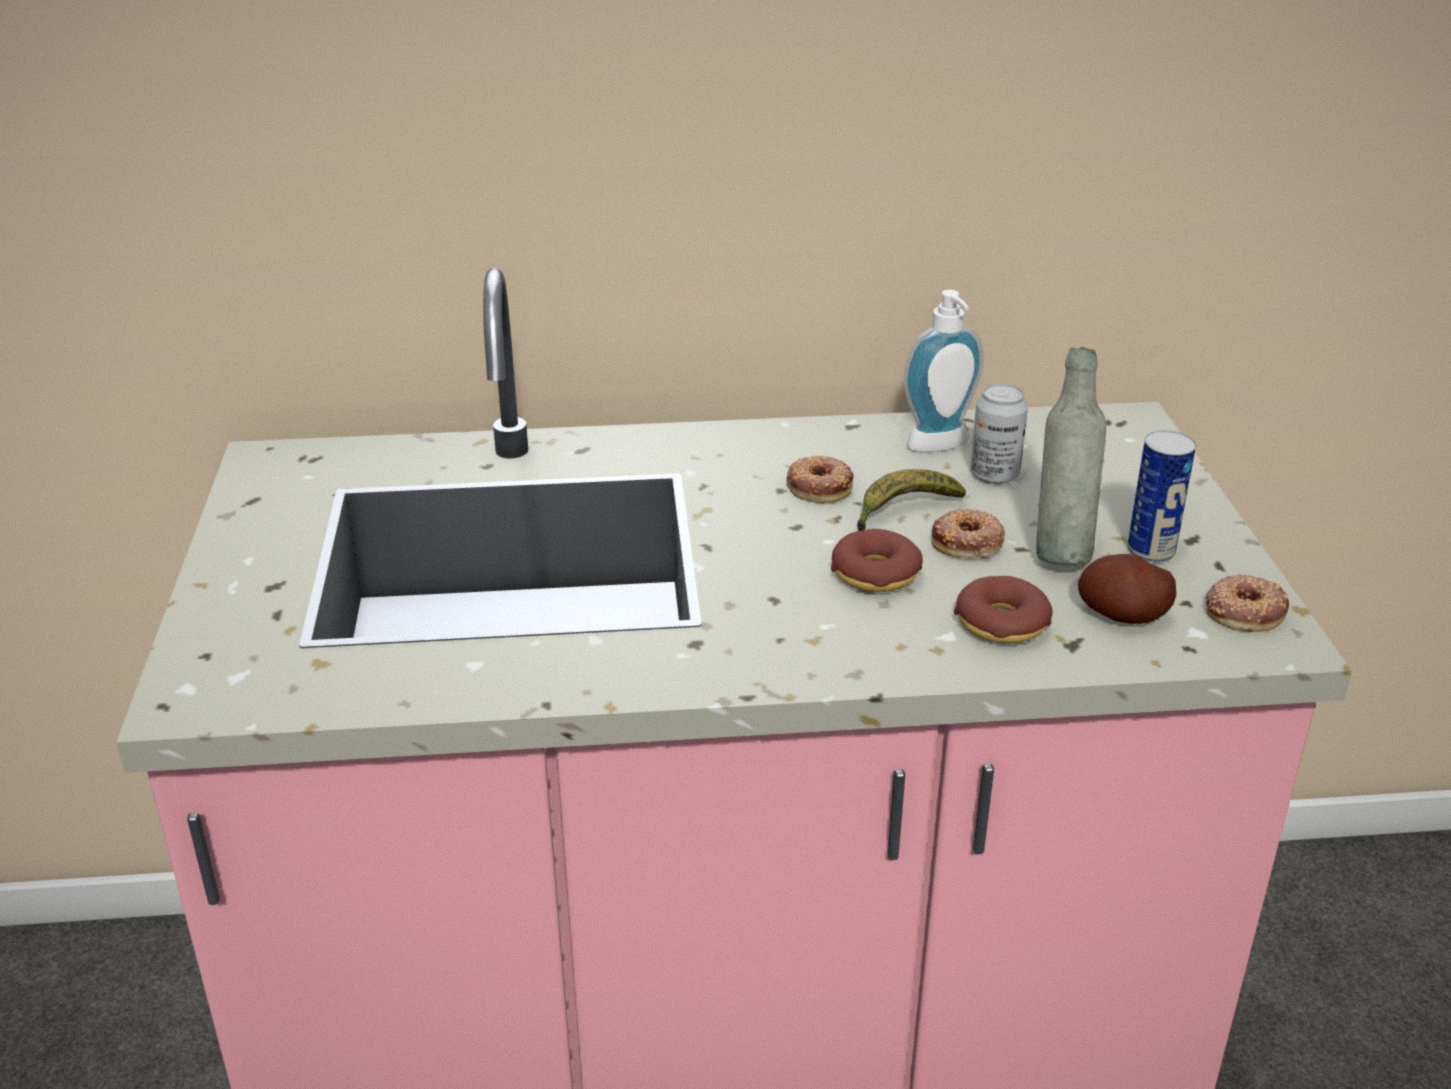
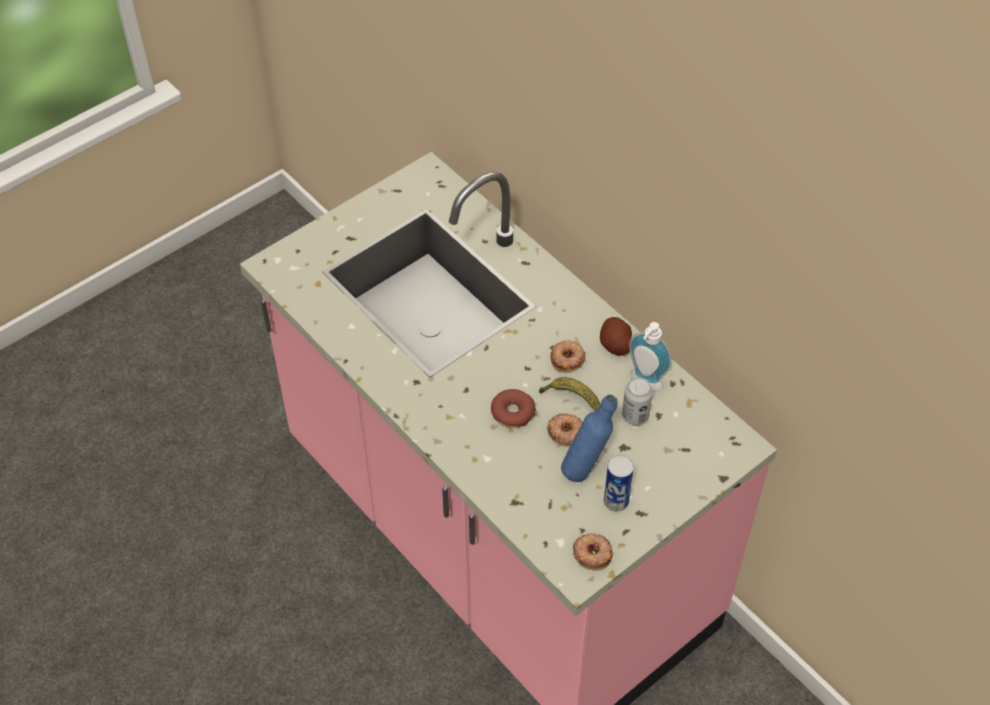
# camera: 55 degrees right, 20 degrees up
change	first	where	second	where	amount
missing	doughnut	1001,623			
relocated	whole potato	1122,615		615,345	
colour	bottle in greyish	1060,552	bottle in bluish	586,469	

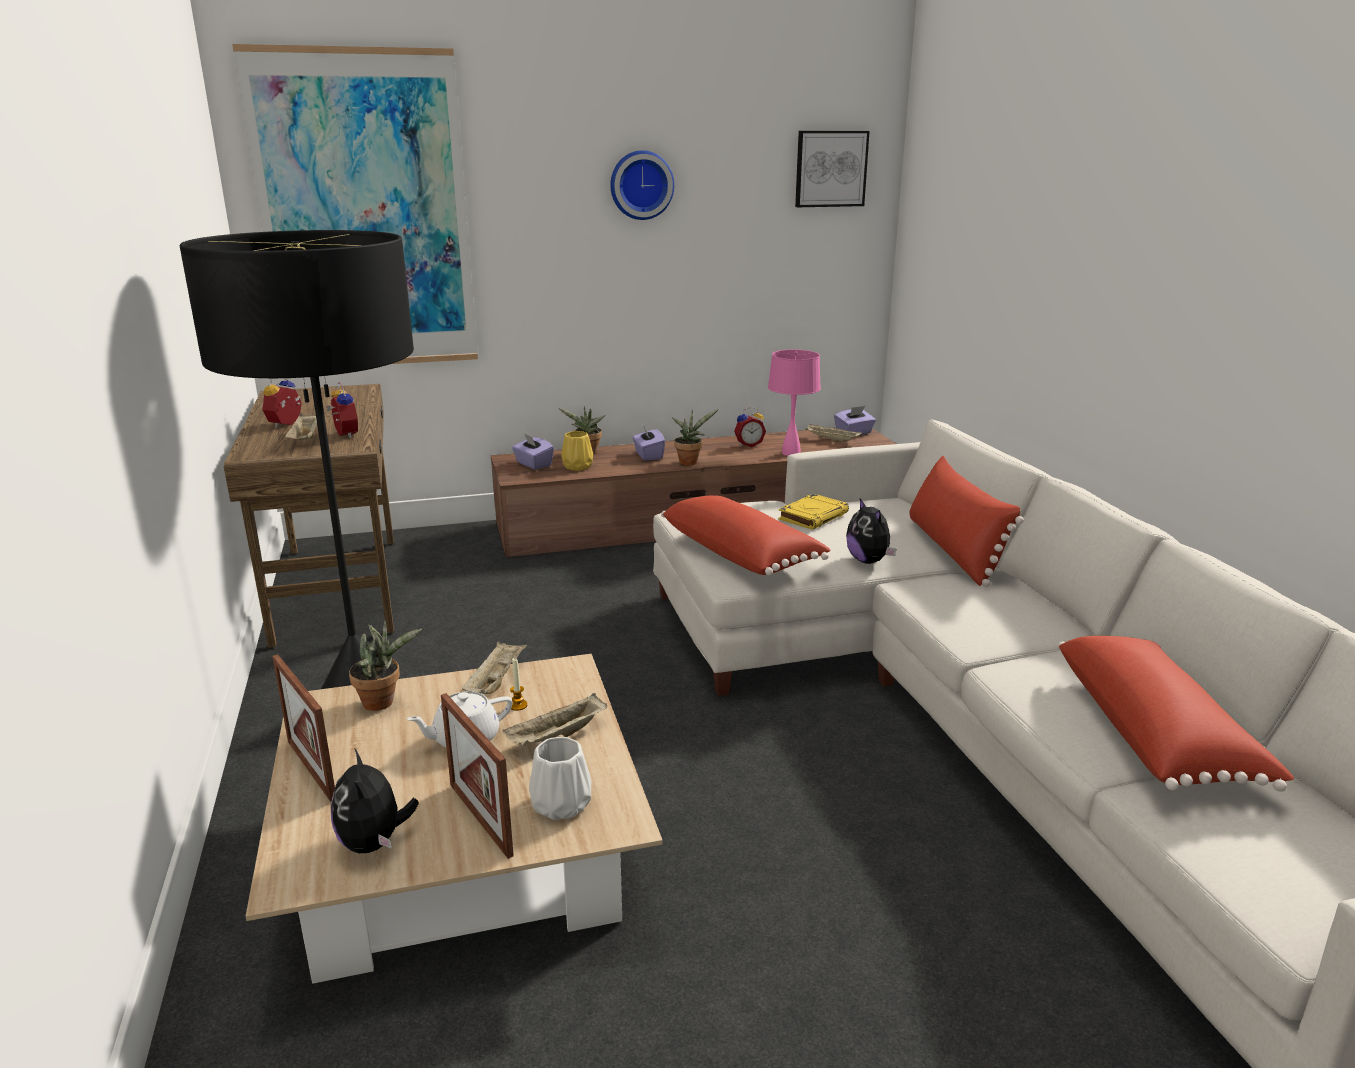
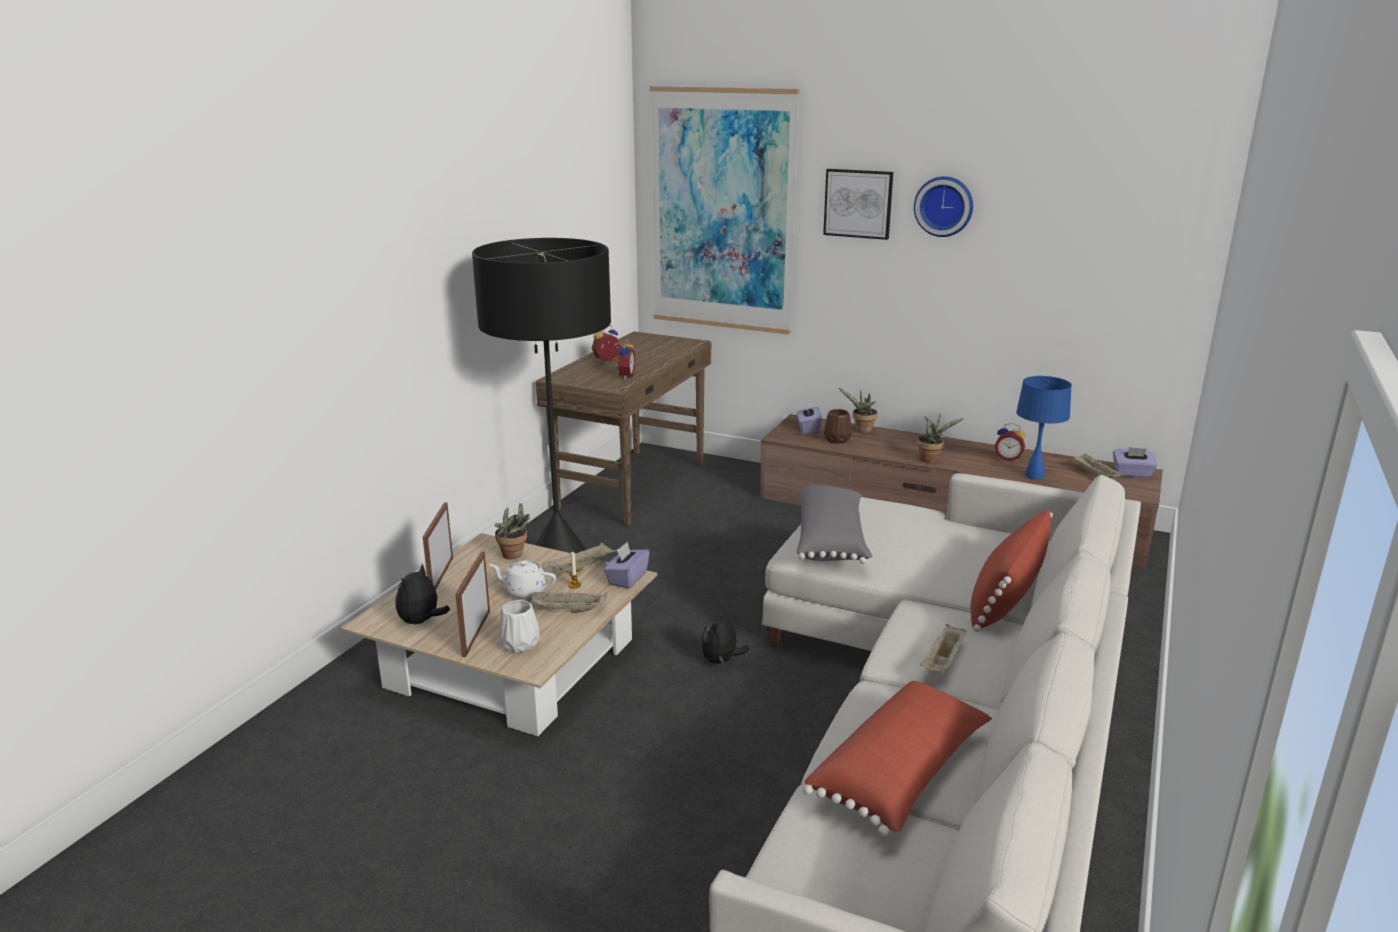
# camera: 40 degrees right, 0 degrees up
change	first	where	second	where	amount
missing	book in yellowish	813,516			
relocated	tray in sand-coloured	306,440		943,662	
relocated	tissue holder in purple	648,455		627,578	
relocated	wall picture	830,169		858,203	
relocated	soft toy	869,561		721,661	
colour	decorative vase in yellowish	578,467	decorative vase in brownish	837,440	
colour	pillow in red-coloured	741,554	pillow in greyish	831,541	
colour	table lamp in pinkish	790,453	table lamp in bluish	1034,476	

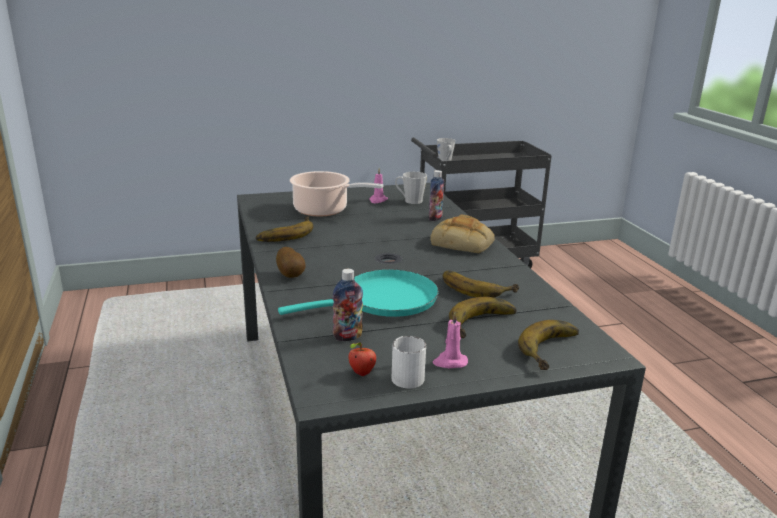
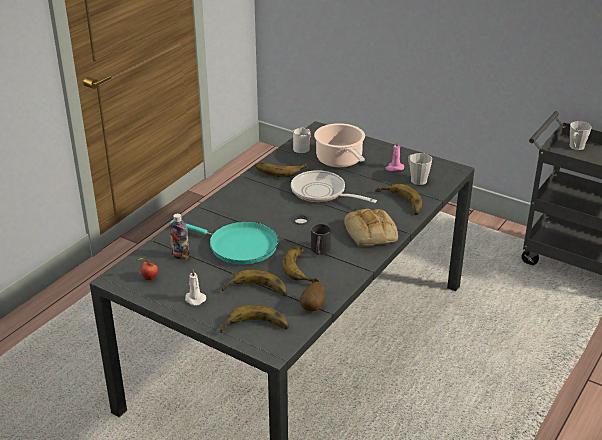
# camera: 50 degrees right, 10 degrees up
change	first	where	second	where	amount
appeared			skillet	322,193	
appeared			coffee mug in black-coloured	319,251	
relocated	whole potato	291,275		313,307	
relocated	coffee mug in white-coloured	405,374		303,147	
exchanged	bottle	435,218	banana fruit	399,203	
colour	candle in pinkish	449,362	candle in white-coloured	194,299	

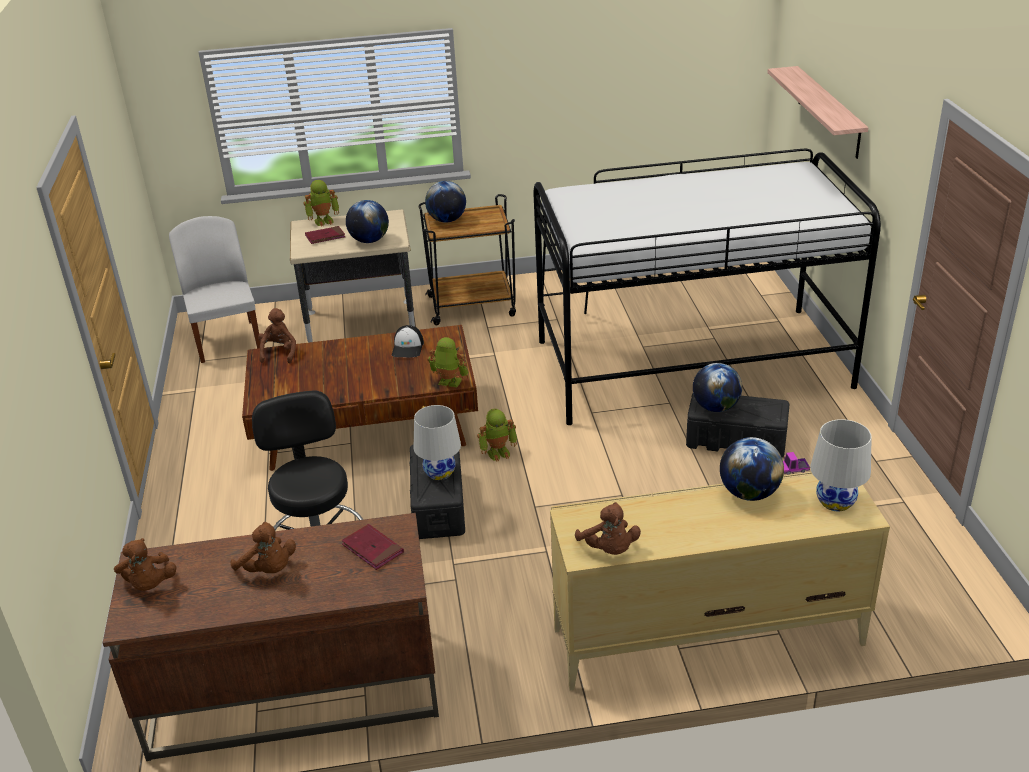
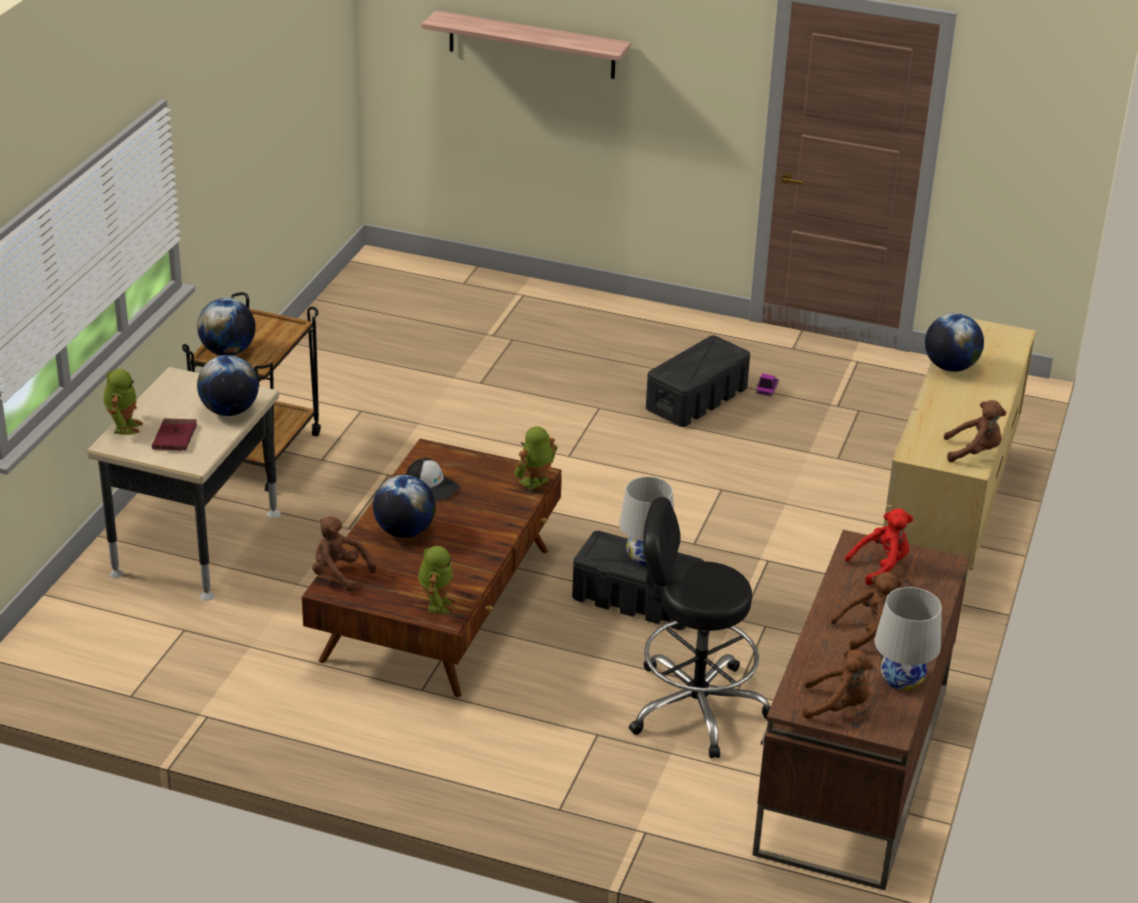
# camera: 65 degrees left, 0 degrees up
change	first	where	second	where	amount
missing	plain chair in white-coloured	227,340			
missing	bedroom bed in black-coloured	686,362			
relocated	toy robot	498,452		437,604	
relocated	world globe	716,407		404,531	
relocated	table lamp in white-coloured	835,501		901,679	
exchanged	book in red-coloured	372,549	soft toy in red-coloured	881,566	

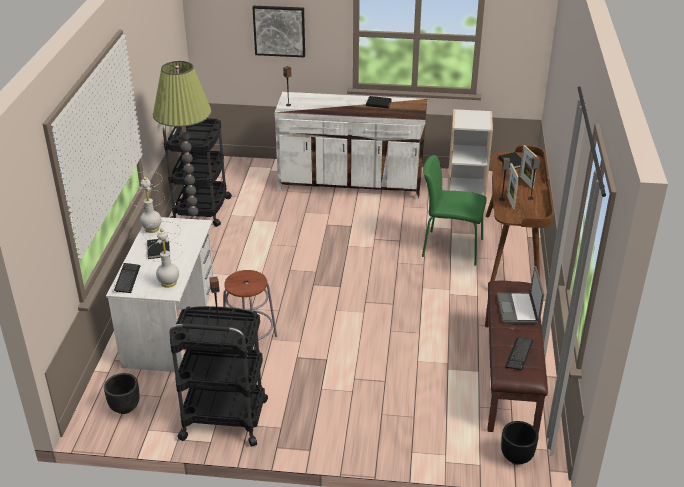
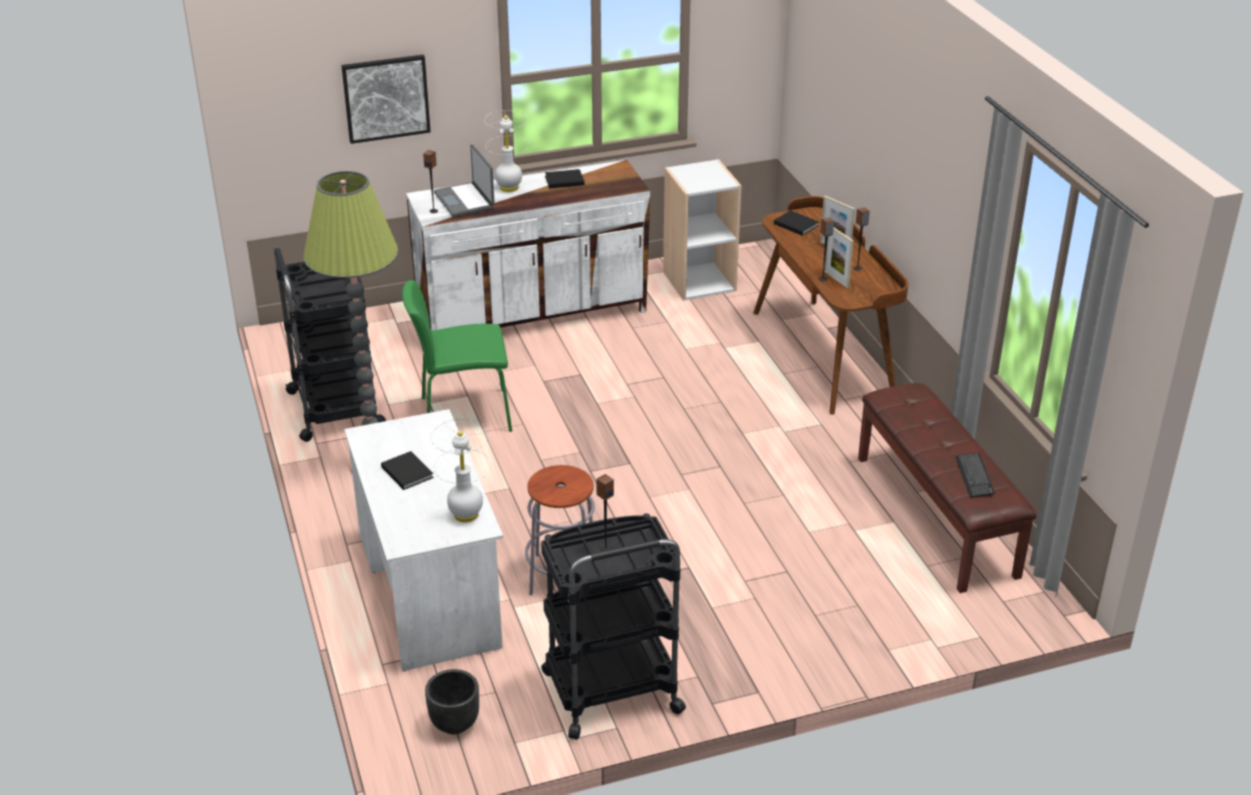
# camera: 25 degrees left, 0 degrees up
change	first	where	second	where	amount
missing	PC keyboard	127,279			
missing	plant pot in black-coloured	516,457			
relocated	table lamp in white-coloured	151,229		508,187	
relocated	plain chair in green-coloured	450,247		462,415	
relocated	notebook computer	518,309		465,201	

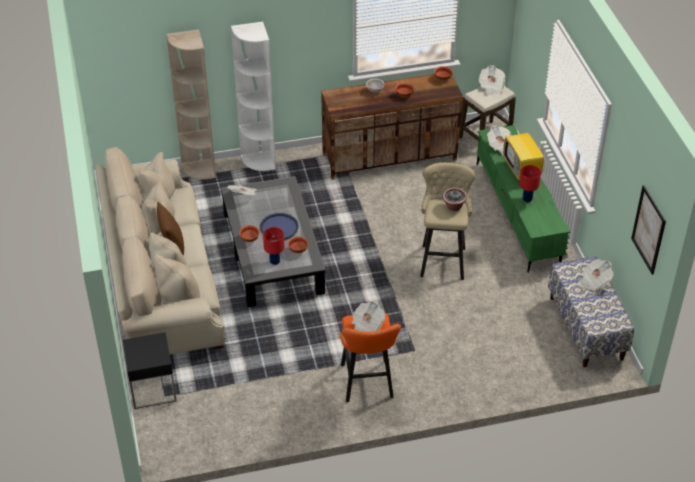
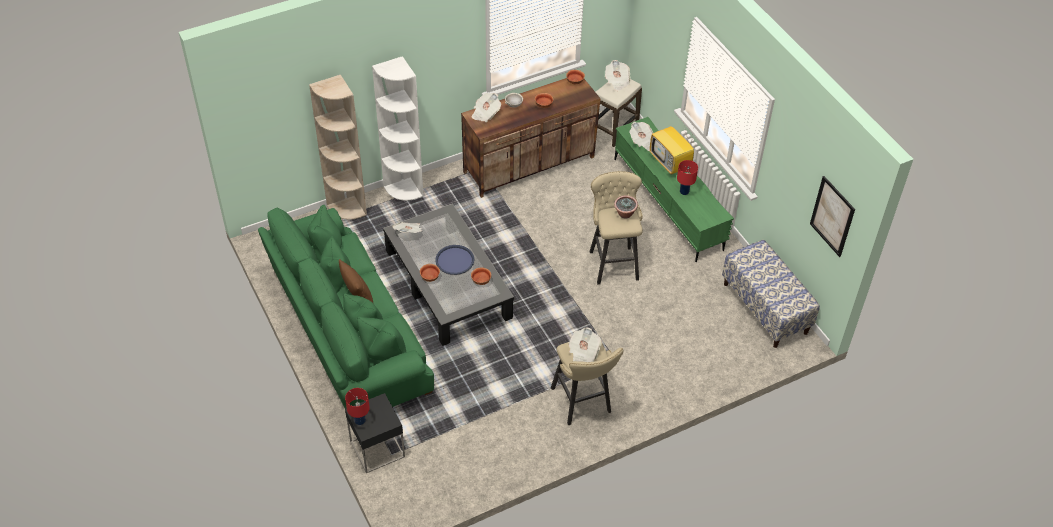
# camera: 15 degrees left, 5 degrees up
change	first	where	second	where	amount
relocated	table lamp in red-coloured	275,262		360,421	
relocated	daily paper	594,281		485,113	
colour	settee in sand-coloured	161,280	settee in green-coloured	348,333	
colour	stool seat in orange	367,386	stool seat in sand-coloured	583,406	

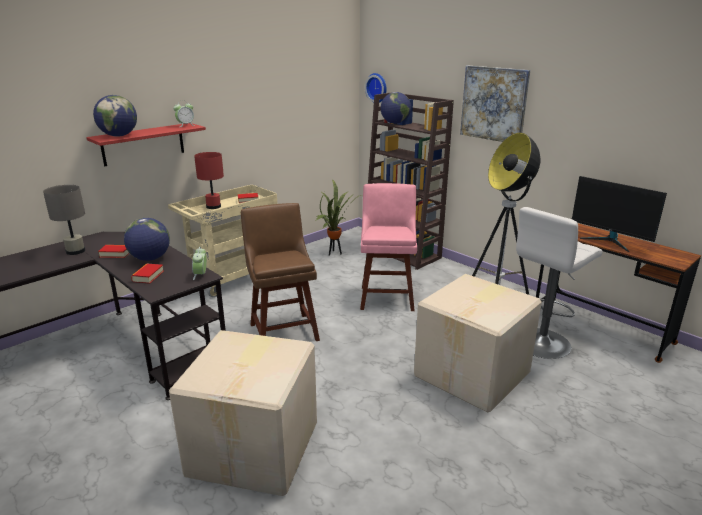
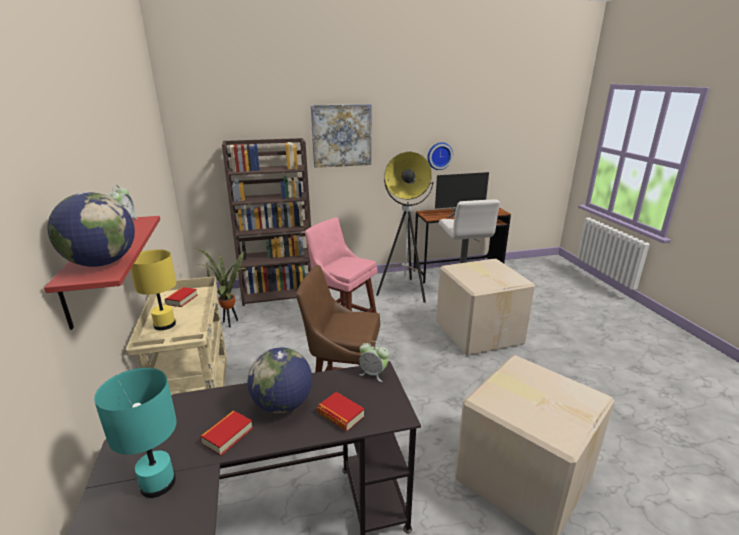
# camera: 60 degrees left, 0 degrees up
change	first	where	second	where	amount
missing	world globe	395,123			
relocated	hanging clock	377,88		439,155	
colour	table lamp in greyish	75,251	table lamp in turquoise-coloured	157,483	
colour	table lamp in red-coloured	214,206	table lamp in yellowish	164,324	

